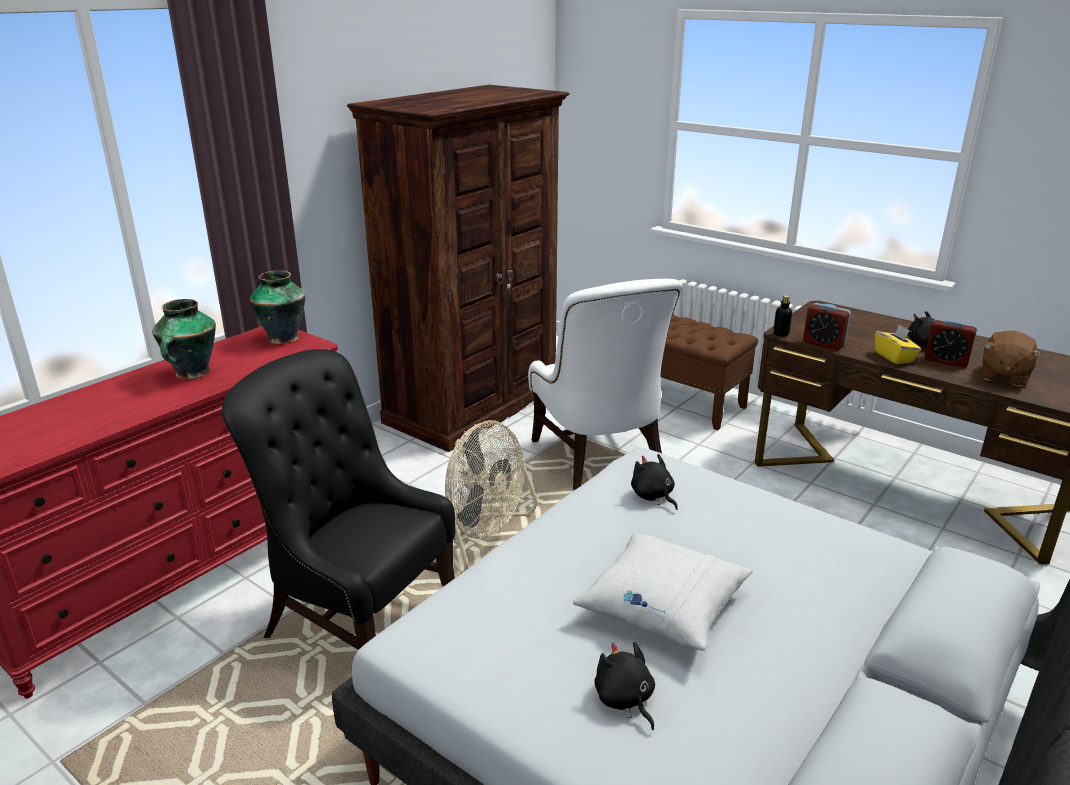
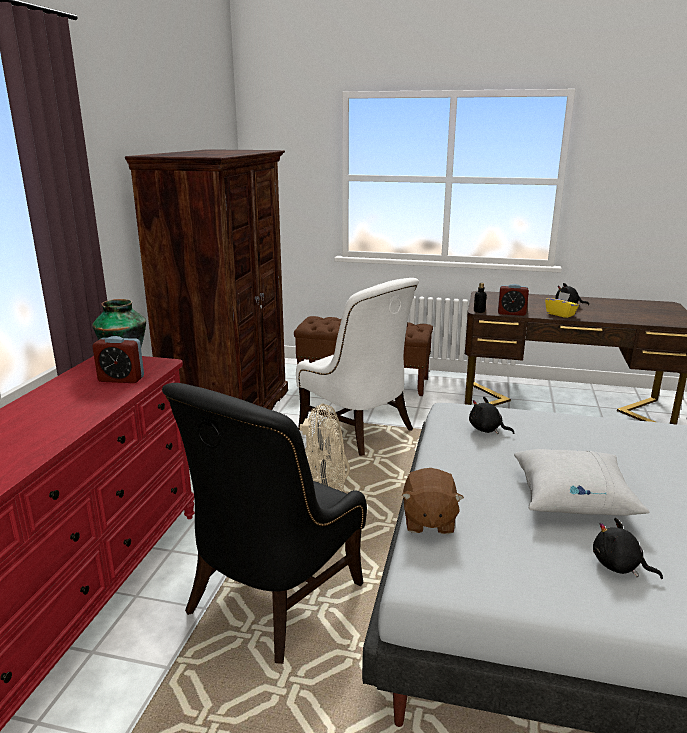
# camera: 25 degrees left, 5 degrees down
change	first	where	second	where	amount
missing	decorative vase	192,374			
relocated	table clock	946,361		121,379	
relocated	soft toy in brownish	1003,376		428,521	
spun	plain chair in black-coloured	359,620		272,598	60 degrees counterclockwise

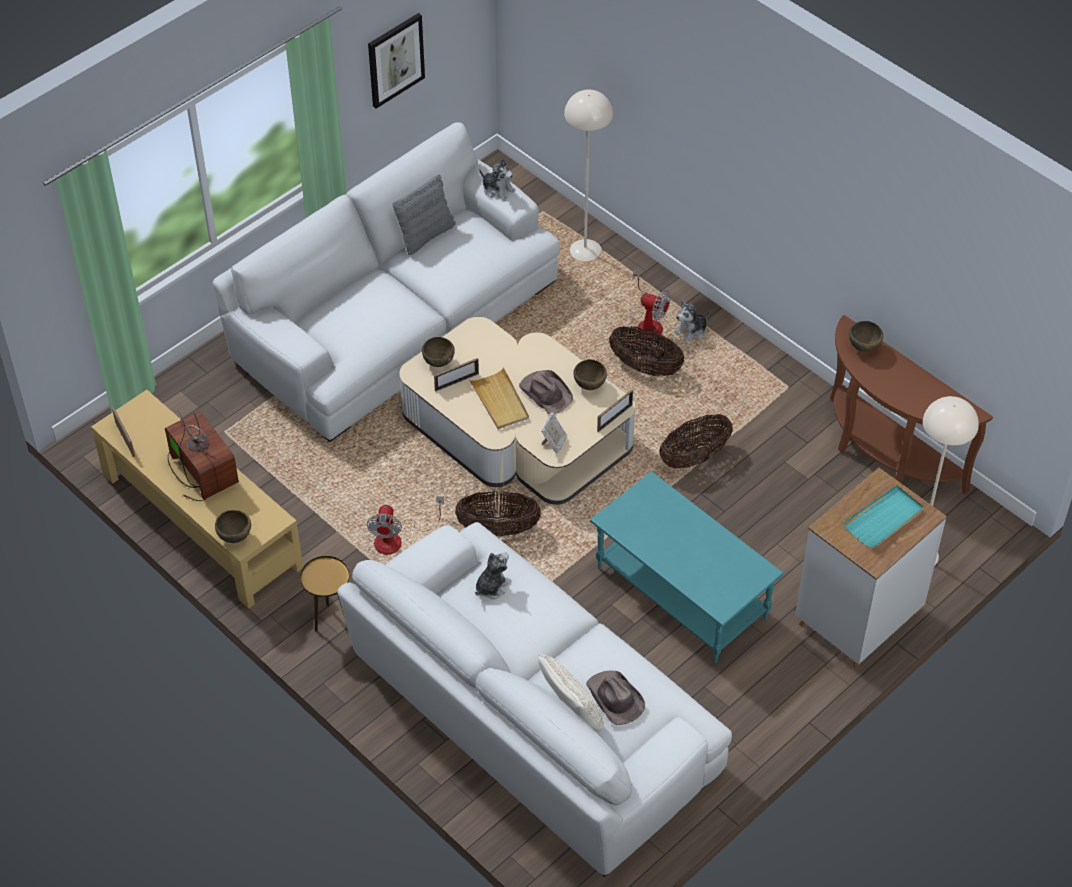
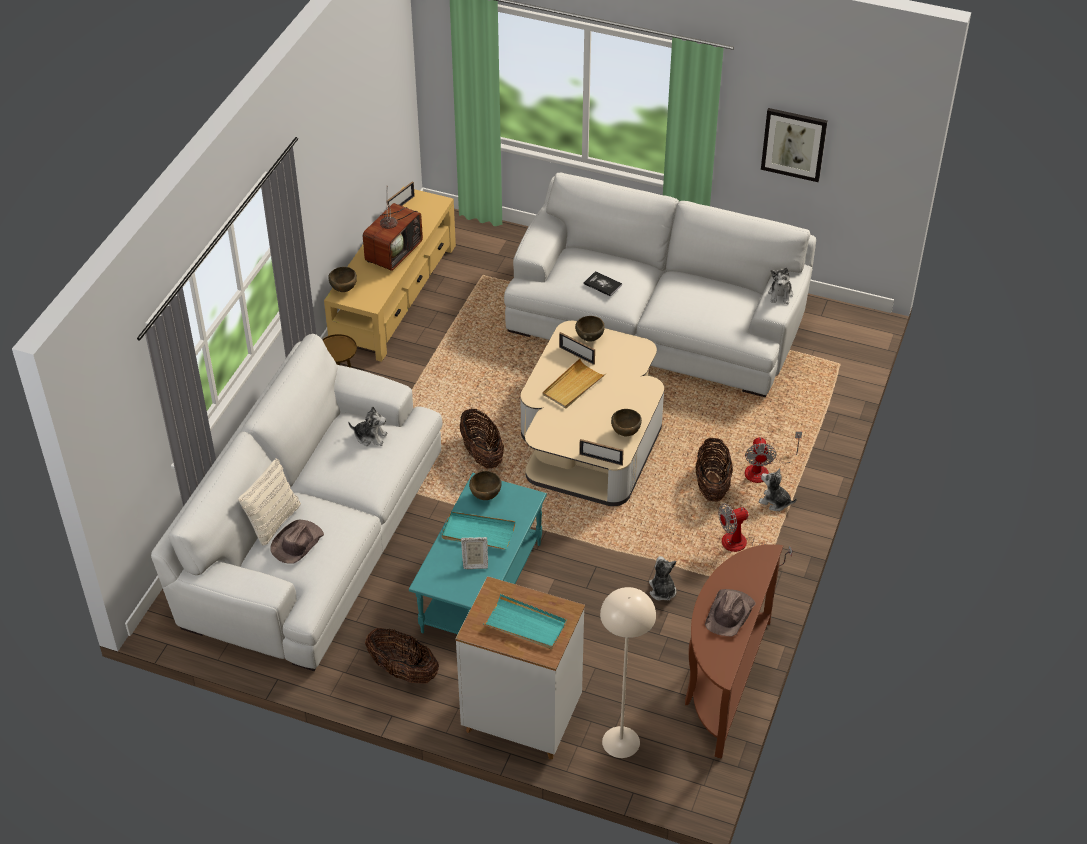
# camera: 65 degrees right, 5 degrees down
change	first	where	second	where	amount
missing	pillow in greyish	425,236			
missing	floor lamp in sand-coloured	585,250			
appeared			tray in turquoise-coloured	478,533	
appeared			book	602,284	
appeared			soft toy	662,591	
relocated	electric fan	397,539		743,546	
relocated	clothing hat in brownish	546,392		730,614	
relocated	picture frame	554,443		474,563	
relocated	household basket	694,457		403,671	
relocated	deep dish in brownish	864,348		485,496	

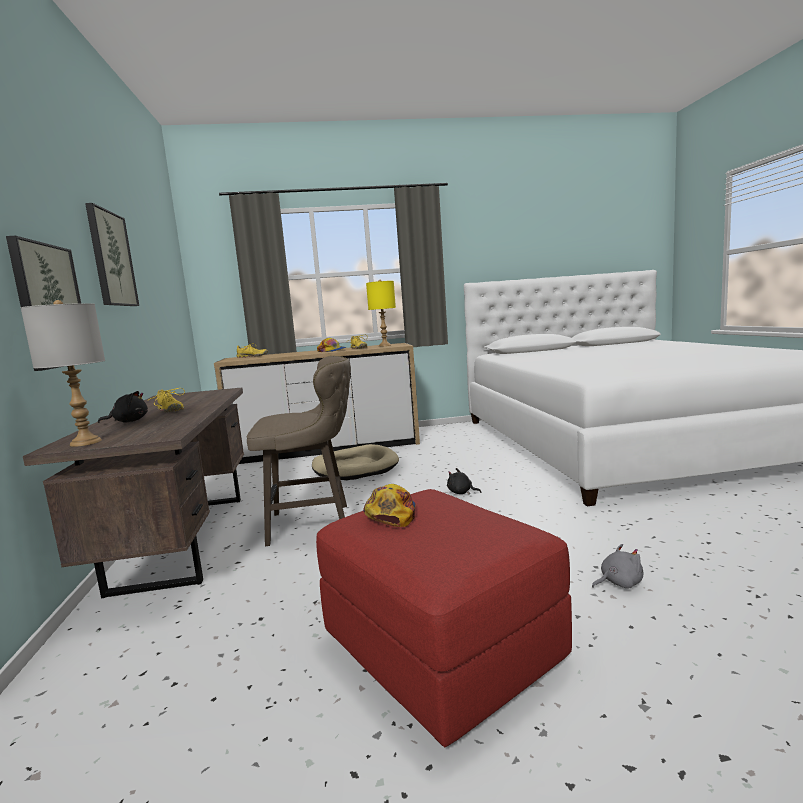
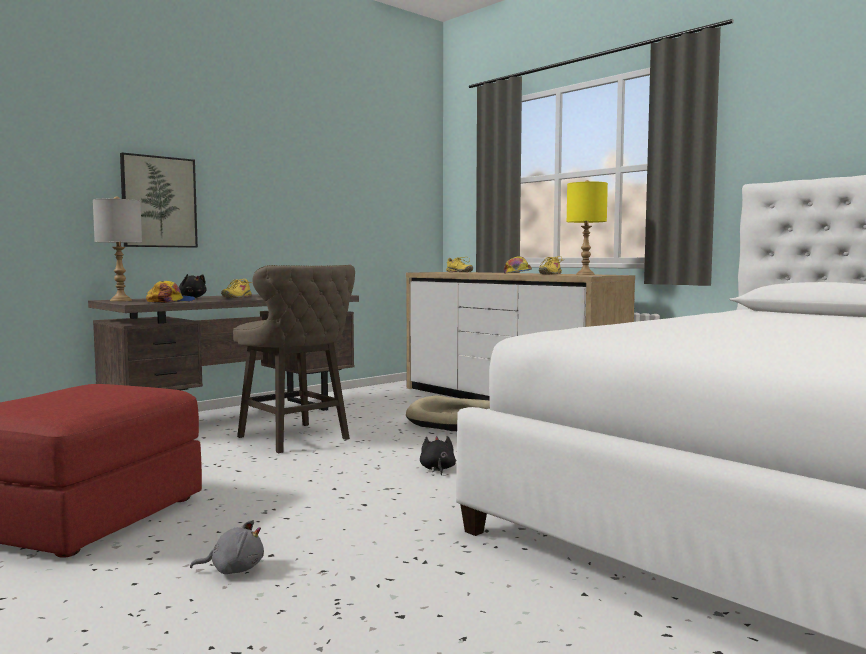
# camera: 55 degrees right, 5 degrees down
change	first	where	second	where	amount
missing	wall picture	111,259			
relocated	cap	391,513		171,301	
spun	soft toy in greyish	618,583		233,569	45 degrees counterclockwise

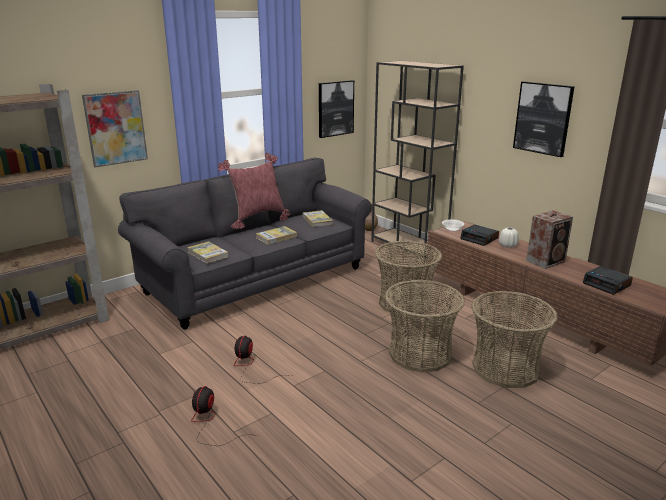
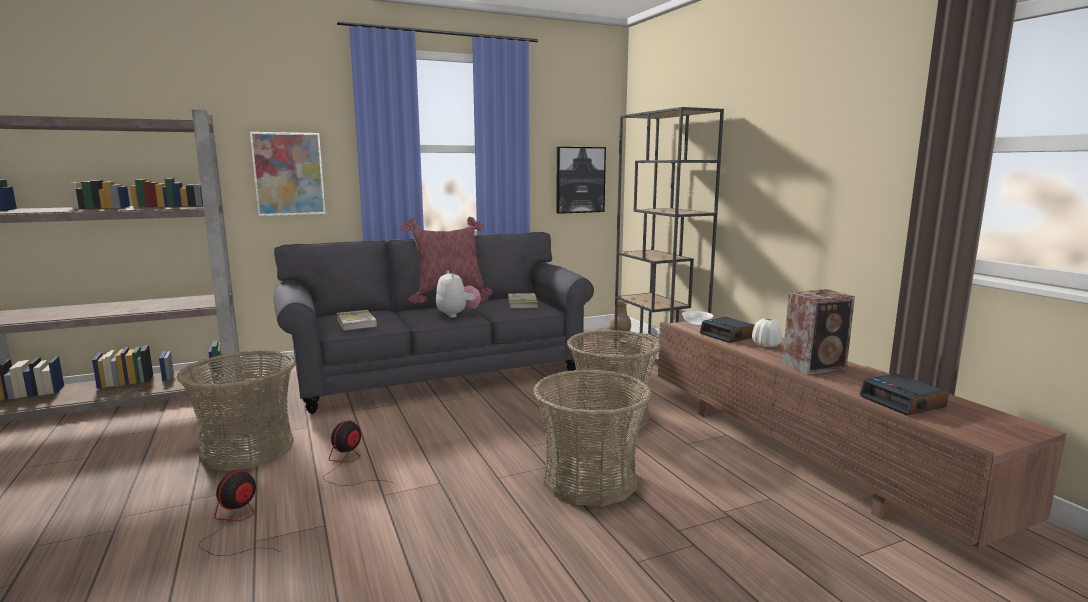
# camera: 15 degrees right, 10 degrees down
change	first	where	second	where	amount
missing	wall picture	543,118			
relocated	household basket	505,368		248,449	
exchanged	book	276,237	soft toy	457,315	

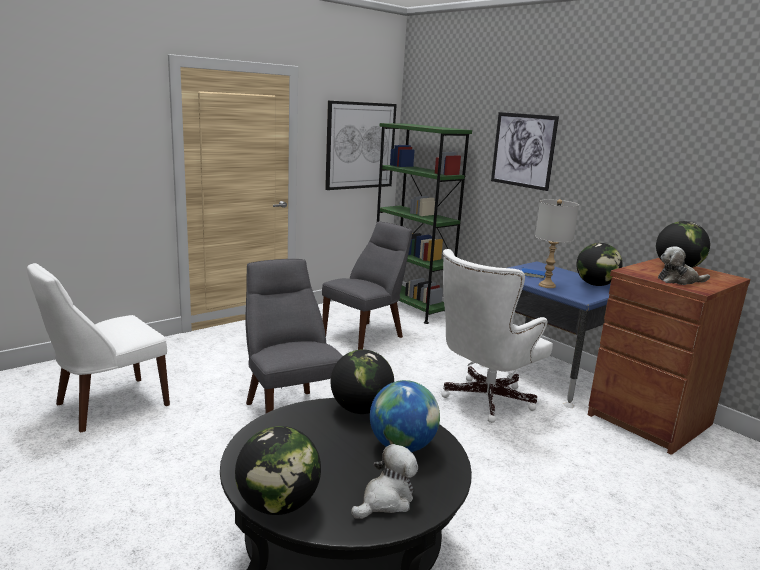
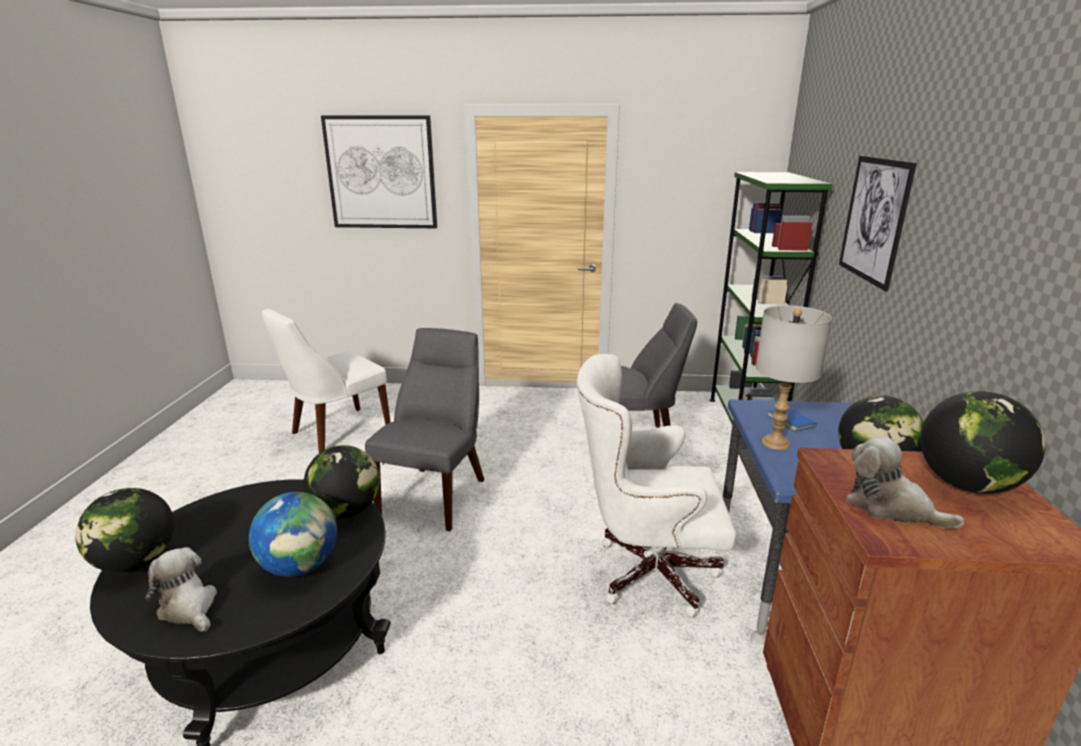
# camera: 45 degrees right, 5 degrees up
change	first	where	second	where	amount
relocated	wall picture	360,145		381,173	
spun	plain chair in white-coloured	107,405		337,432	45 degrees counterclockwise
spun	soft toy	386,500		189,607	135 degrees counterclockwise

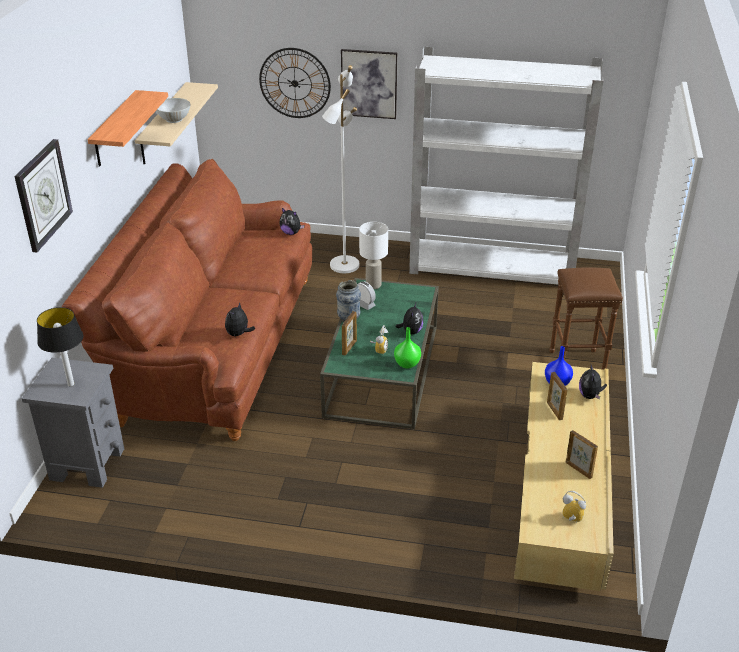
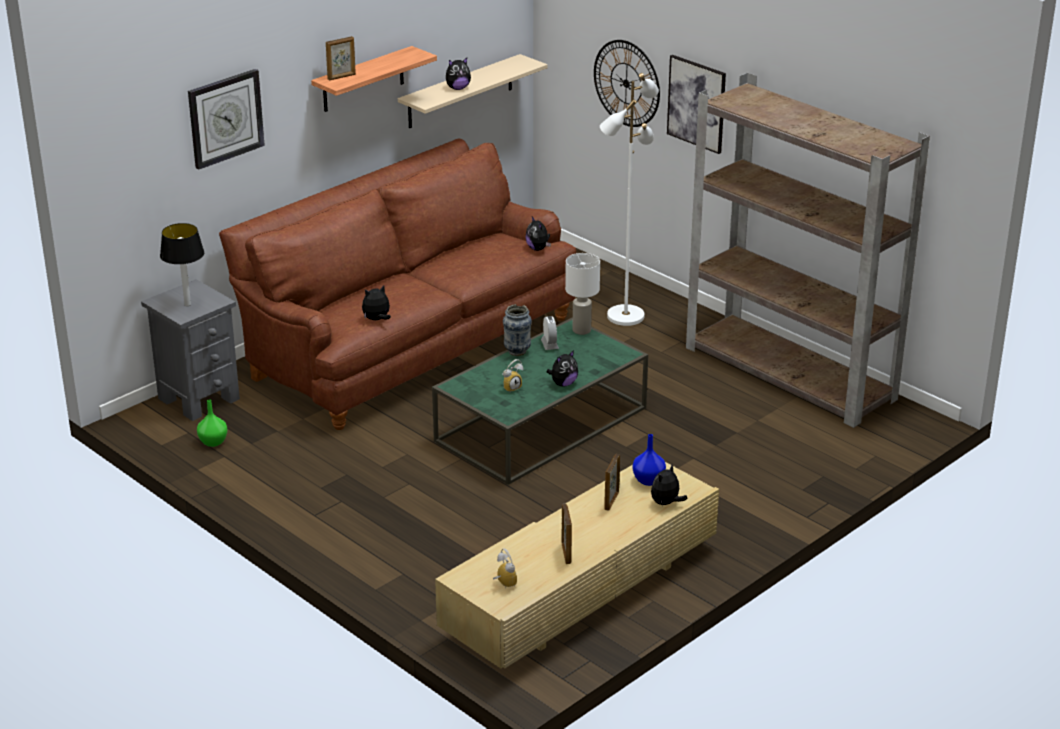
# camera: 35 degrees right, 5 degrees down
change	first	where	second	where	amount
missing	stool seat in brownish	575,364			
relocated	picture frame	349,347		342,77	
relocated	decorative vase in green-coloured	407,364		213,442	
exchanged	deep dish in white-coloured	174,119	soft toy	458,88	
colour	bookshelf in white-coloured	492,267	bookshelf in brownish	789,373	

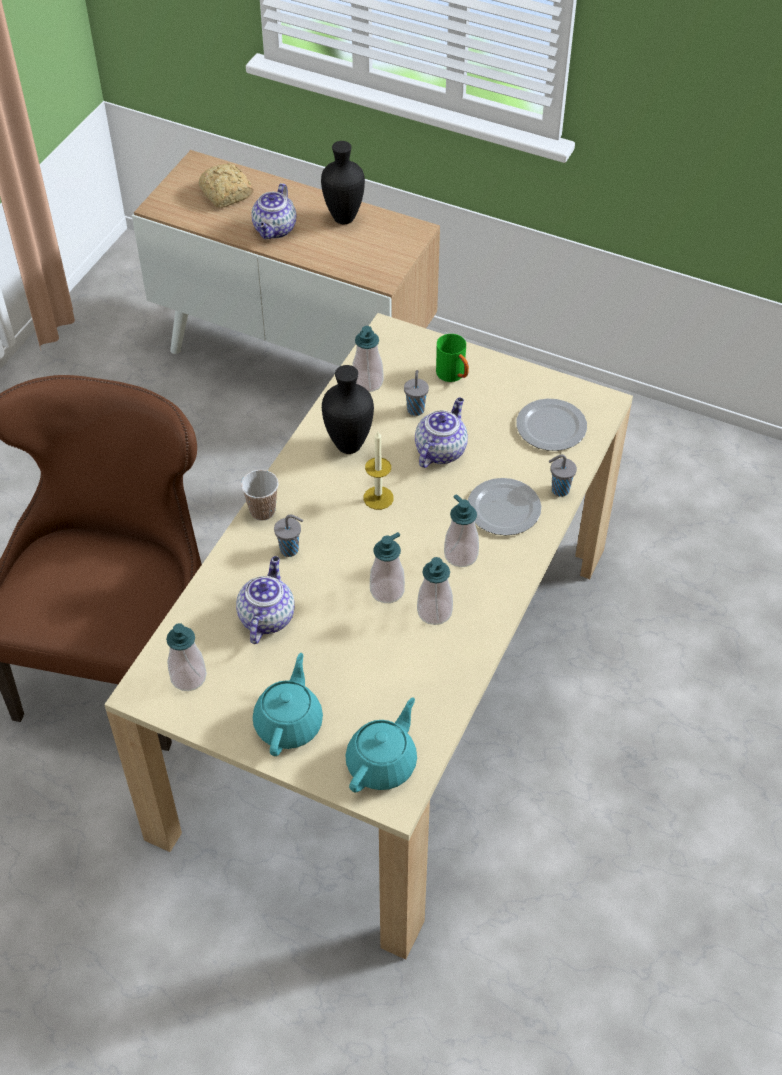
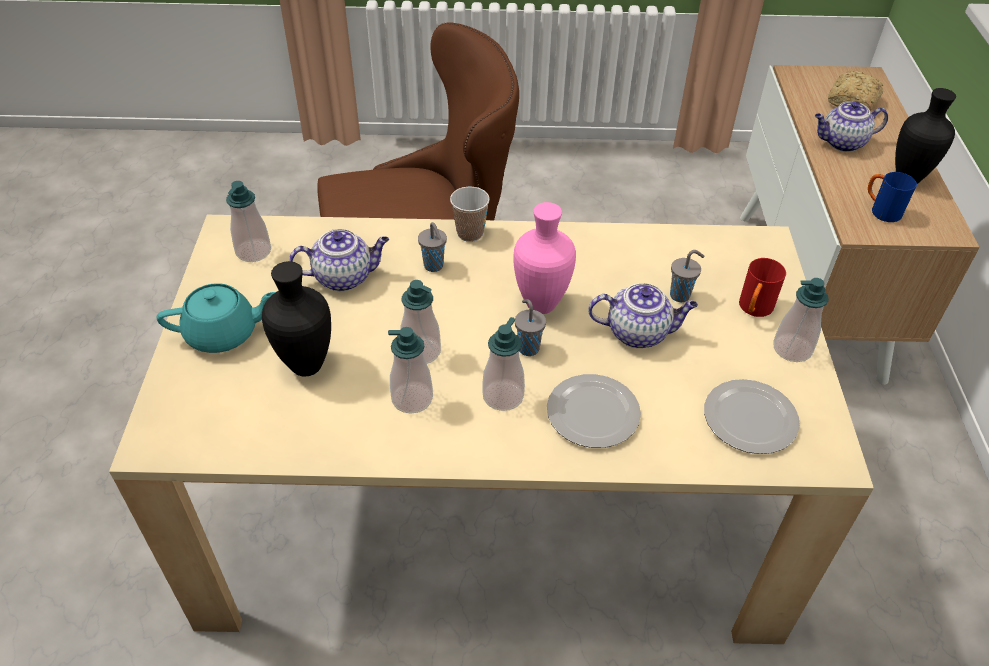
# camera: 65 degrees right, 5 degrees down
change	first	where	second	where	amount
missing	pot for tea in turquoise-coloured	382,763			
appeared			coffee mug in bluish	880,210	
relocated	decorative vase in black-coloured	347,447		305,365	
relocated	soap bottle	367,382		792,349	
relocated	cup in greyish	559,490		528,347	
exchanged	candle	378,498	decorative vase in pinkish	539,306	
colour	coffee mug in green-coloured	454,376	coffee mug in red-coloured	753,310	

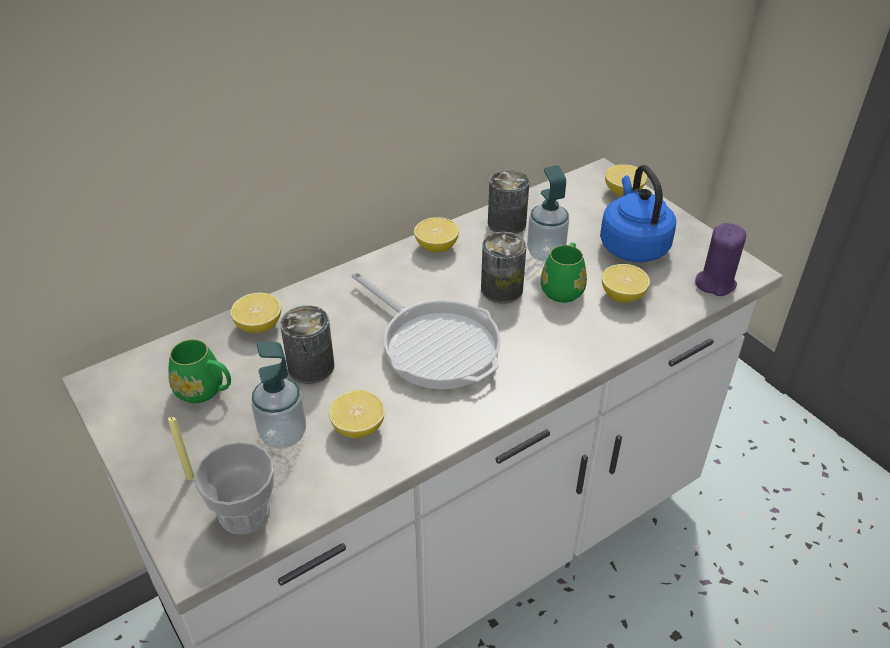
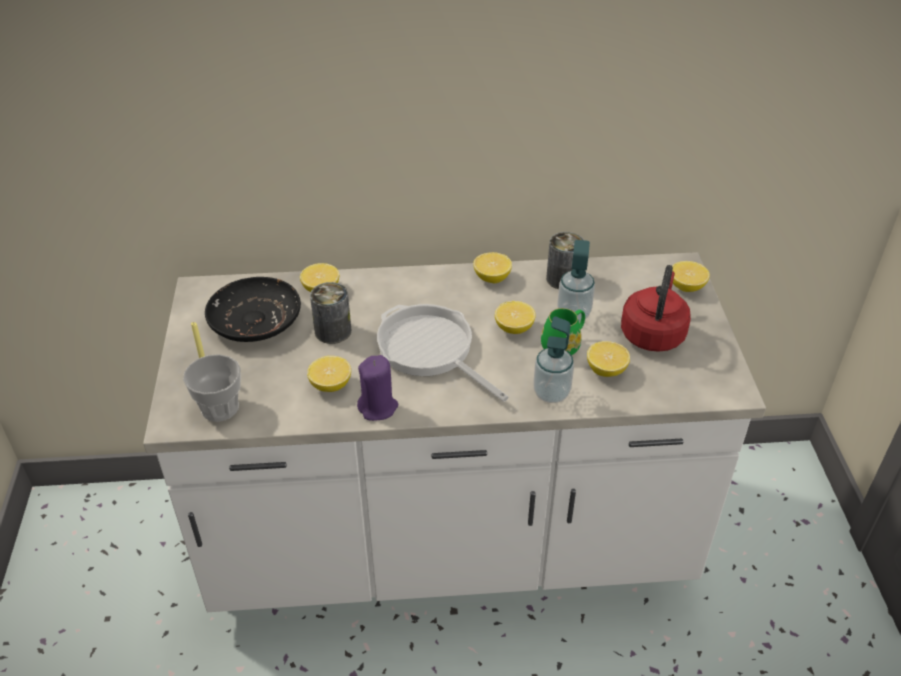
# camera: 30 degrees right, 0 degrees up
change	first	where	second	where	amount
relocated	soap bottle	283,434		551,393	
relocated	candle in purple	715,283		378,407	
exchanged	coffee mug in green-coloured	205,391	flat dish in black-coloured	254,320	
exchanged	metal can	501,289	whole lemon	514,328	
colour	kettle in bluish	632,245	kettle in red-coloured	653,333	
spun	skillet	435,345		430,350	150 degrees clockwise

